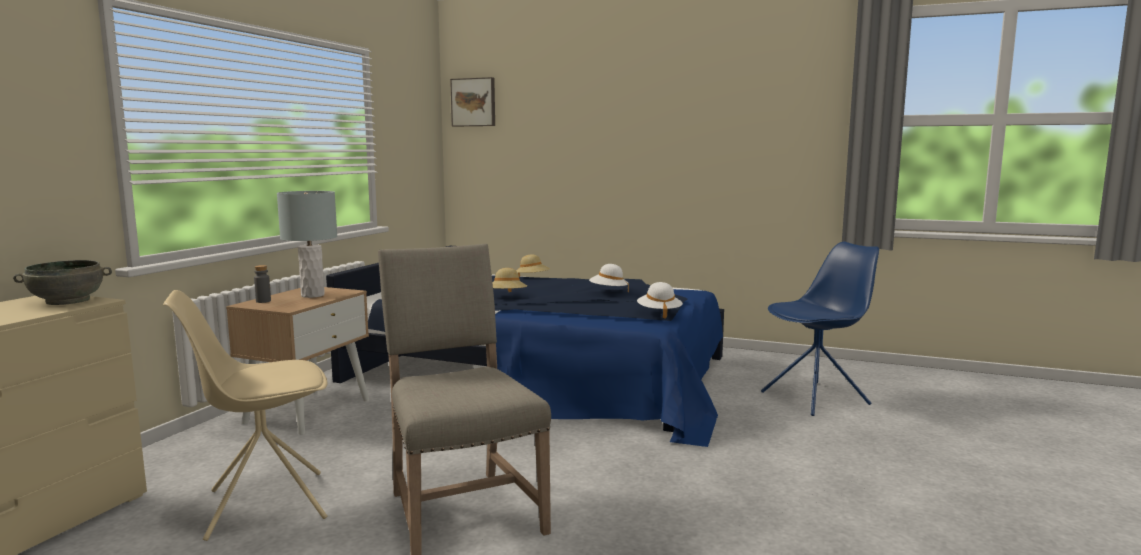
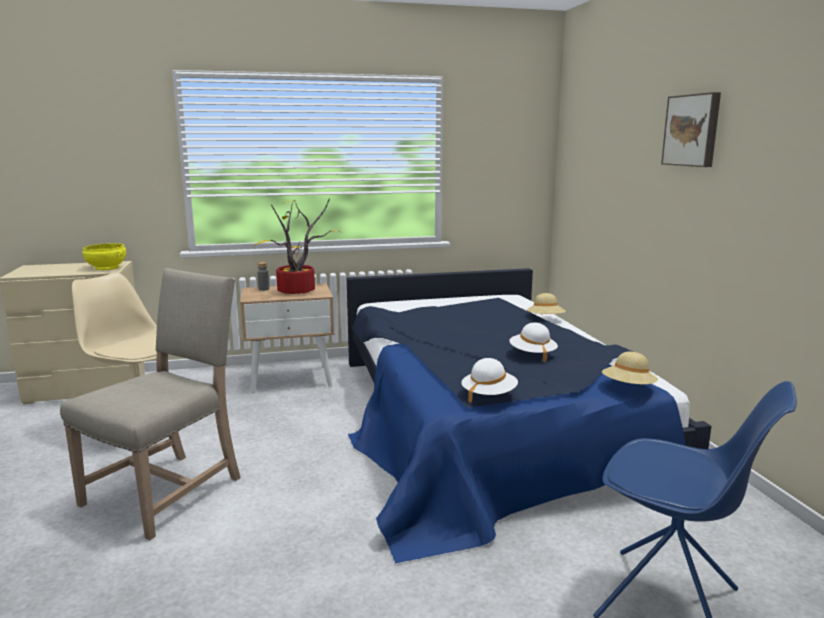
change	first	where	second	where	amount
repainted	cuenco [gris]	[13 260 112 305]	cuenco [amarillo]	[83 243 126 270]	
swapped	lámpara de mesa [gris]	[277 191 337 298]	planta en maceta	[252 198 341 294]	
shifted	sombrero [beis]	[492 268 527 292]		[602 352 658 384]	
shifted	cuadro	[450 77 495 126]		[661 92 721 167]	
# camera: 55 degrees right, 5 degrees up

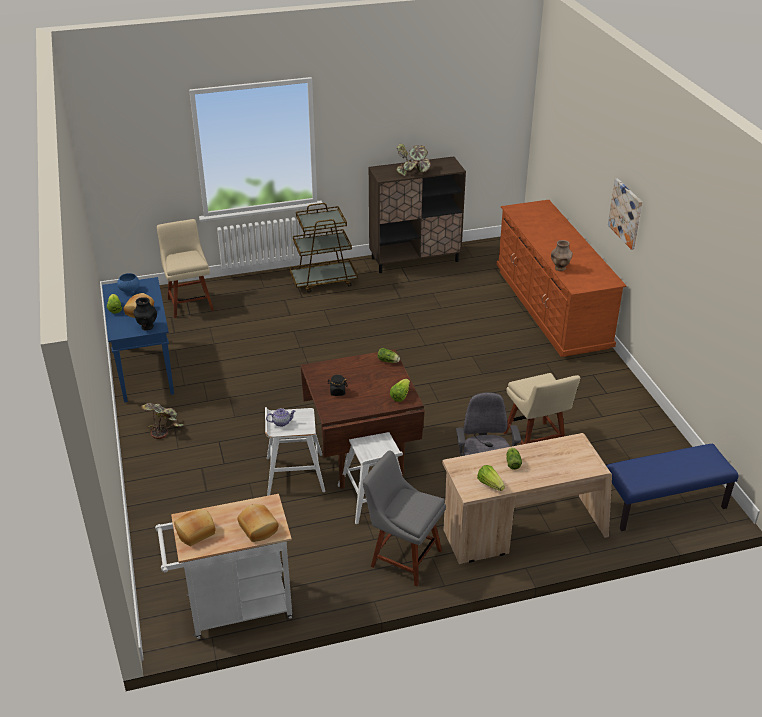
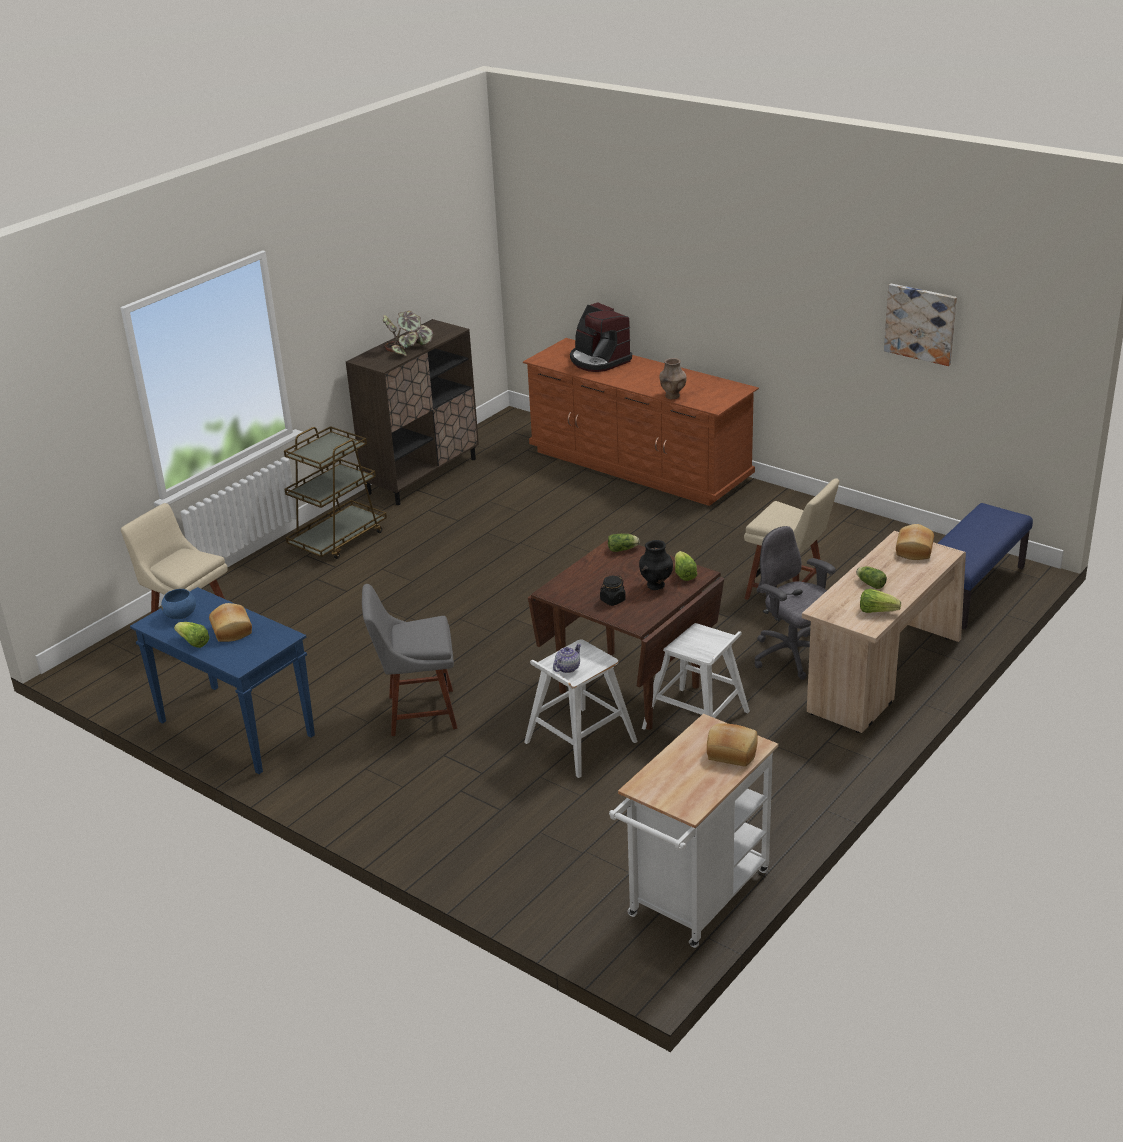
change	first	where	second	where	amount
shifted	silla [gris]	[363 450 446 586]		[362 584 457 736]	
new			cafetera	[570 302 632 372]	
shifted	florero [negro]	[133 297 157 331]		[639 540 673 590]	
shifted	cuadro	[608 178 642 250]		[884 284 957 366]	
shifted	pan	[174 509 216 546]		[896 524 934 560]	
gone	planta en maceta	[141 403 184 439]			
# camera: 35 degrees left, 5 degrees down

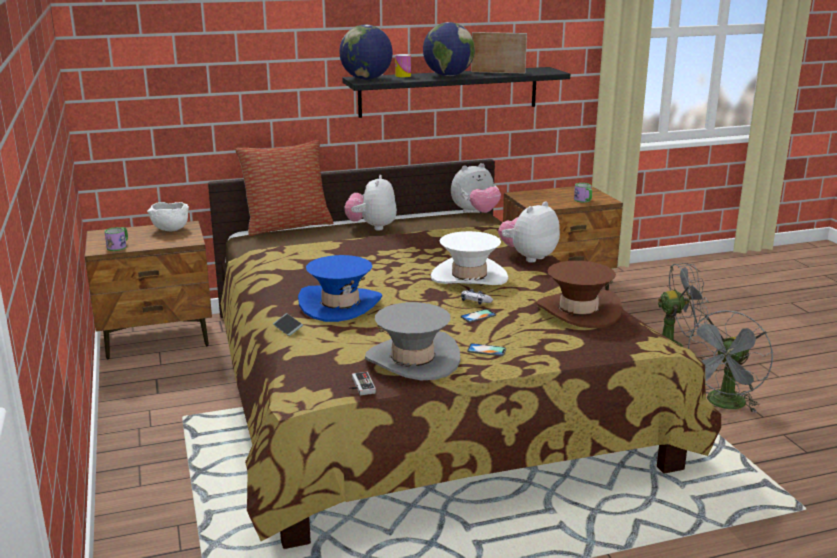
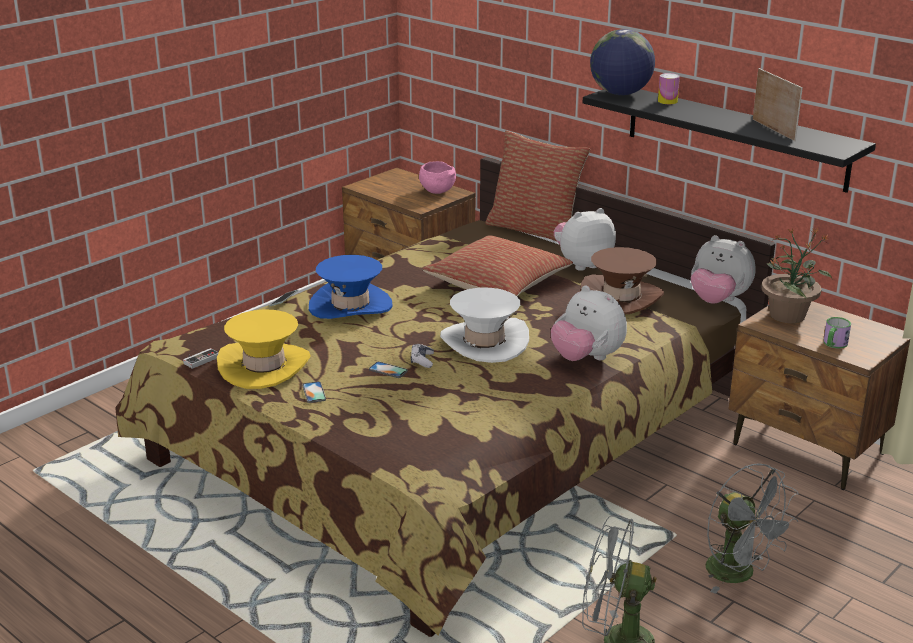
change	first	where	second	where	amount
repainted	sombrero [gris]	[365 302 461 380]	sombrero [amarillo]	[217 309 311 389]	
repainted	cuenco [blanco]	[147 202 189 232]	cuenco [rosa]	[419 161 456 194]	
new			cojín	[423 235 573 297]	
rotated	peluche	[498 201 560 263]		[551 285 627 361]	150 degrees counterclockwise
shifted	sombrero [marrón]	[536 261 622 328]		[580 247 664 314]	
new			planta en maceta	[761 228 832 323]	
gone	taza grande	[104 227 128 251]			
gone	globo terráqueo	[423 22 475 76]			
# camera: 60 degrees right, 5 degrees up

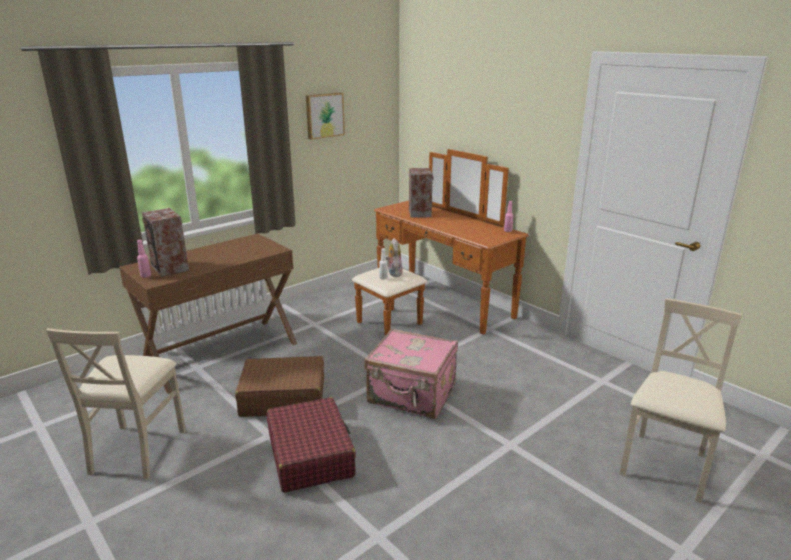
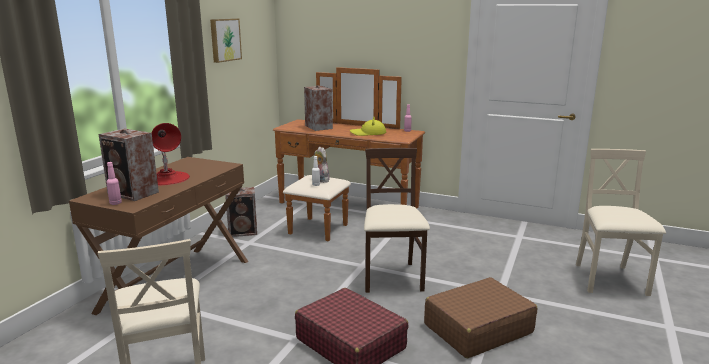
change	first	where	second	where	amount
new			lámpara de mesa [rojo]	[151 123 190 185]	
new			altavoz	[225 187 257 237]	
new			sombrero [amarillo]	[350 117 386 136]	
swapped	maleta [rosa]	[364 328 458 419]	silla [beis]	[364 148 430 293]	
shifted	maleta [marrón]	[235 356 324 417]		[424 277 537 358]	
# camera: 25 degrees left, 5 degrees down

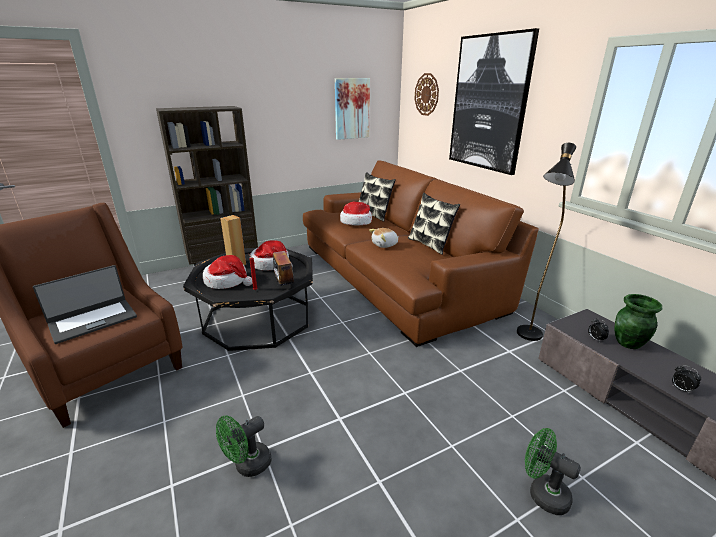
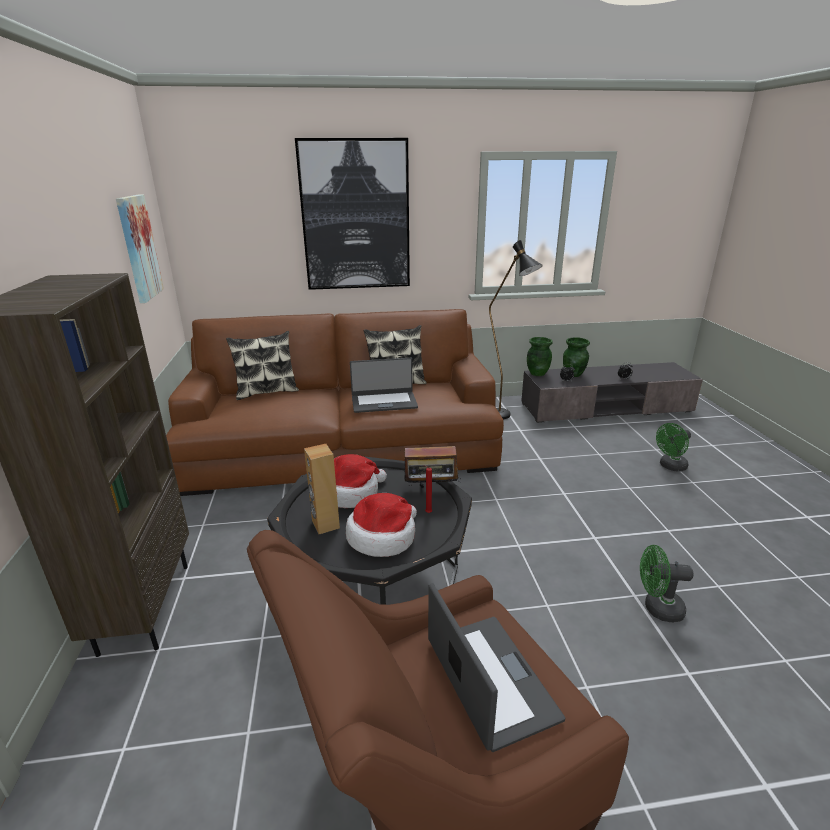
change	first	where	second	where	amount
swapped	peluche	[369 228 398 248]	portátil	[350 358 418 413]	
new			florero [verde]	[527 337 553 376]	
rotated	ventilador [verde]	[216 415 272 477]		[640 545 694 622]	120 degrees clockwise
gone	sombrero	[340 202 372 225]			
gone	reloj de pared	[414 73 439 116]			
# camera: 70 degrees left, 0 degrees up

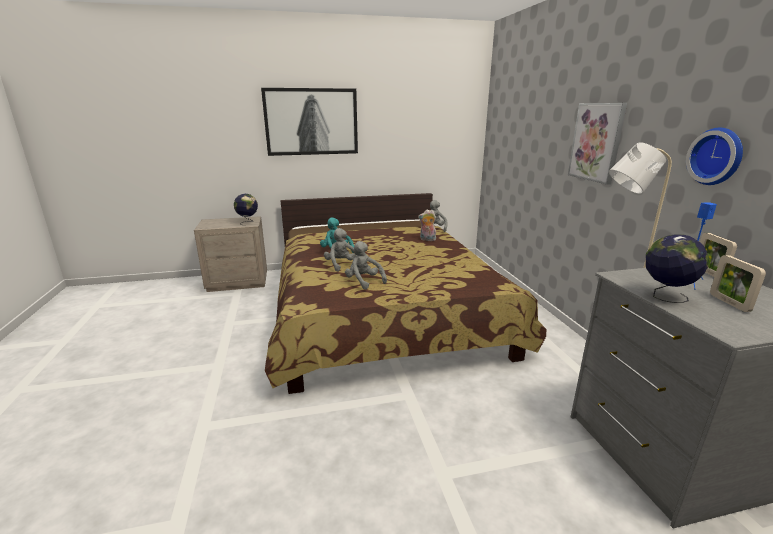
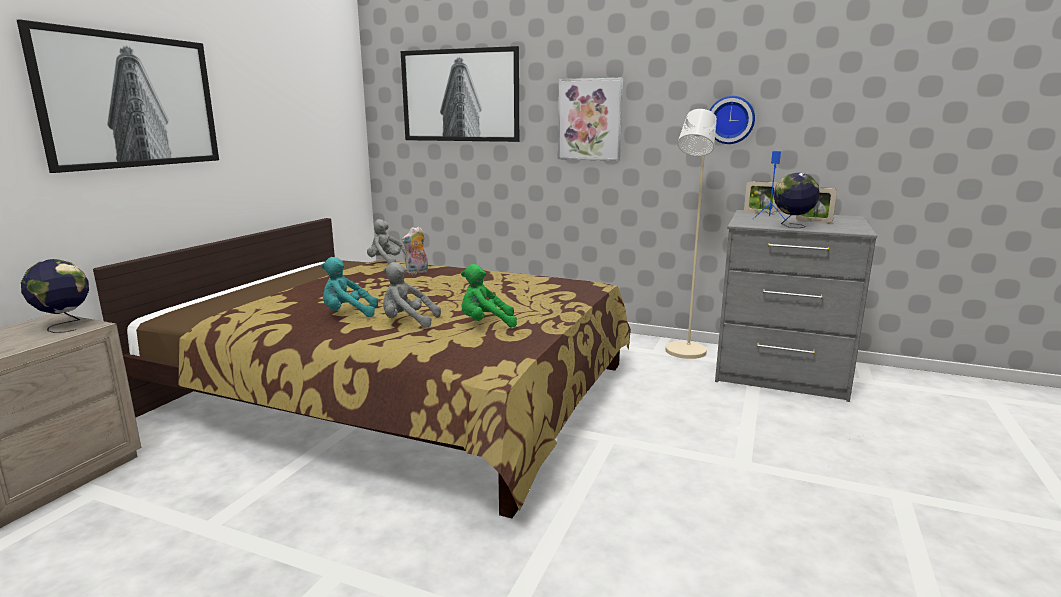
change	first	where	second	where	amount
new			cuadro	[401 46 519 142]	
repainted	peluche [gris]	[345 241 387 289]	peluche [verde]	[461 264 517 328]	
# camera: 55 degrees left, 5 degrees down

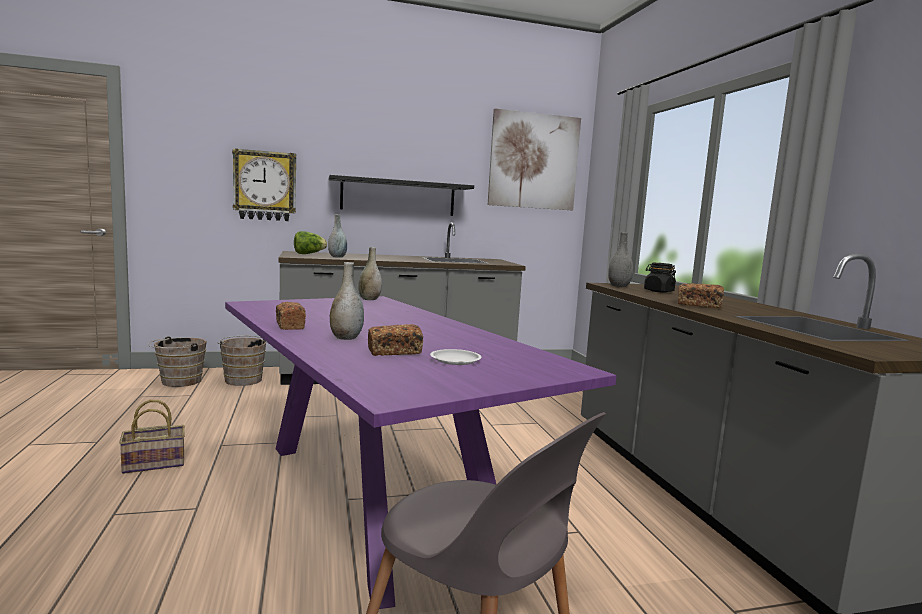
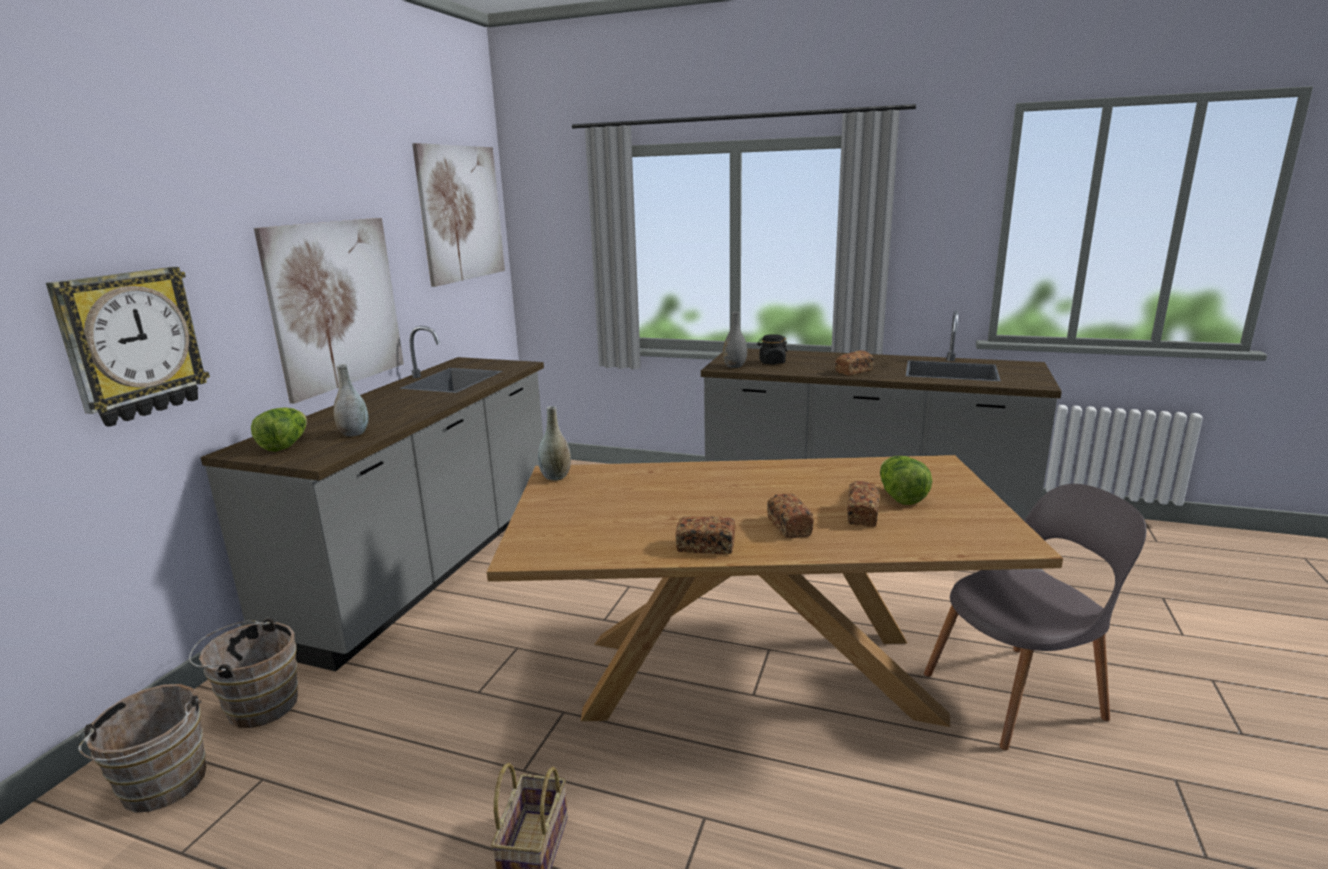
change	first	where	second	where	amount
swapped	estante [negro]	[329 175 474 216]	cuadro	[254 218 404 404]	
repainted	mesa de comedor [morado]	[225 296 617 609]	mesa de comedor [marrón]	[487 455 1063 727]	
swapped	florero [gris]	[330 262 364 340]	pan	[767 494 814 538]	
swapped	plato [blanco]	[430 349 482 365]	lechuga	[880 456 932 505]	
# camera: 55 degrees left, 10 degrees up

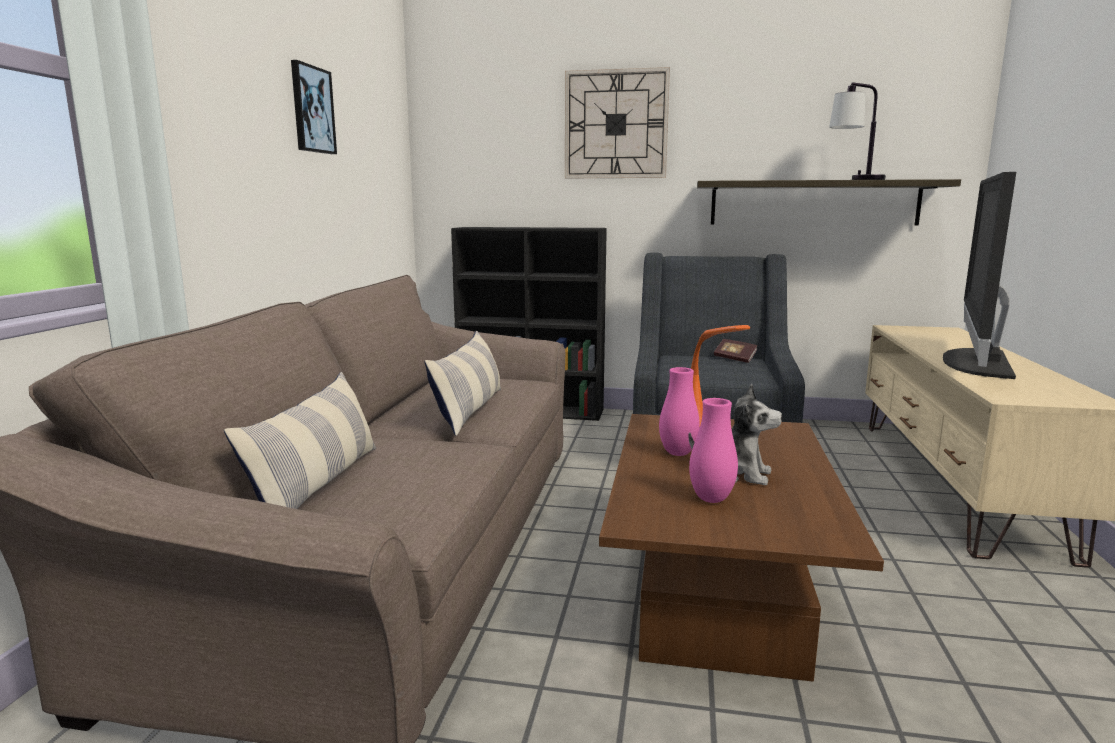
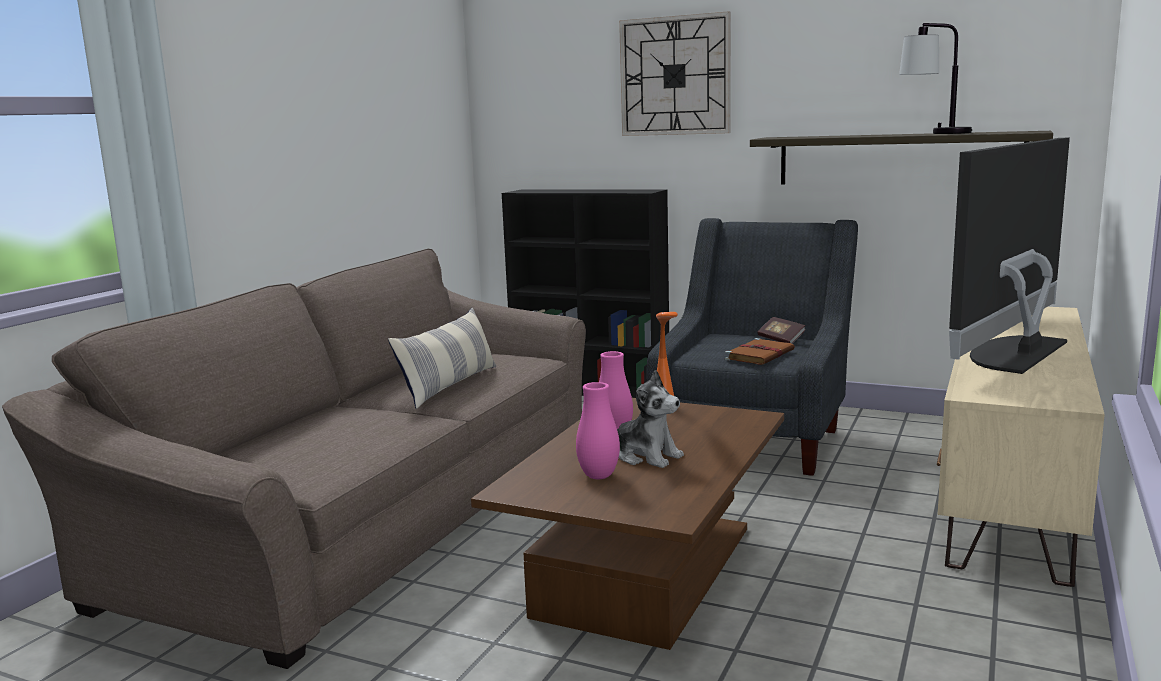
change	first	where	second	where	amount
new			libro [marrón]	[725 338 795 365]	
gone	cojín	[224 372 376 509]			
gone	cuadro	[291 60 337 154]			
# camera: 15 degrees right, 0 degrees up

